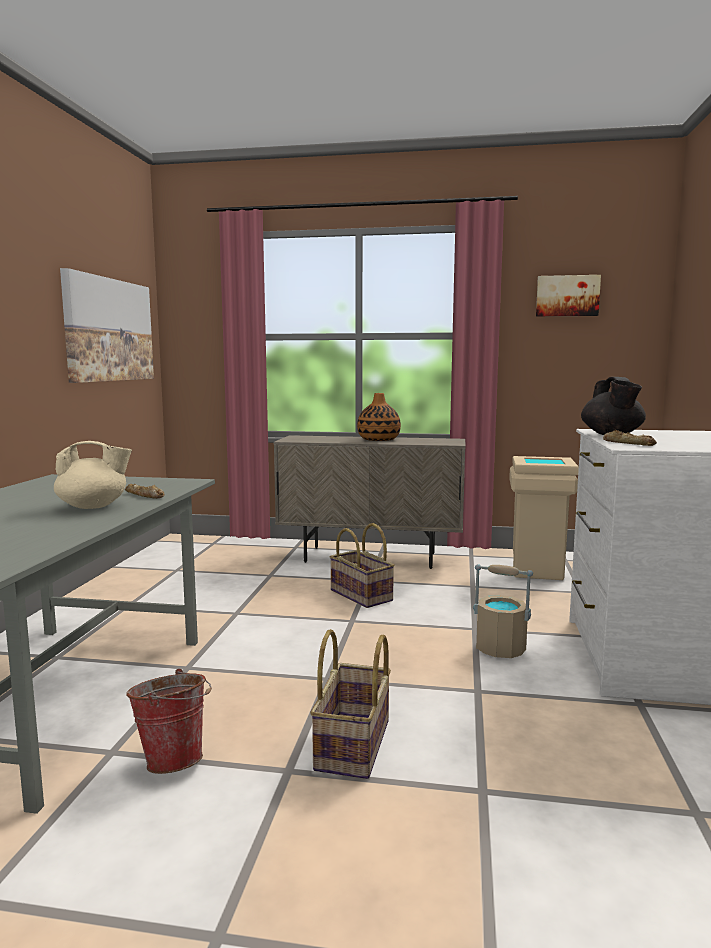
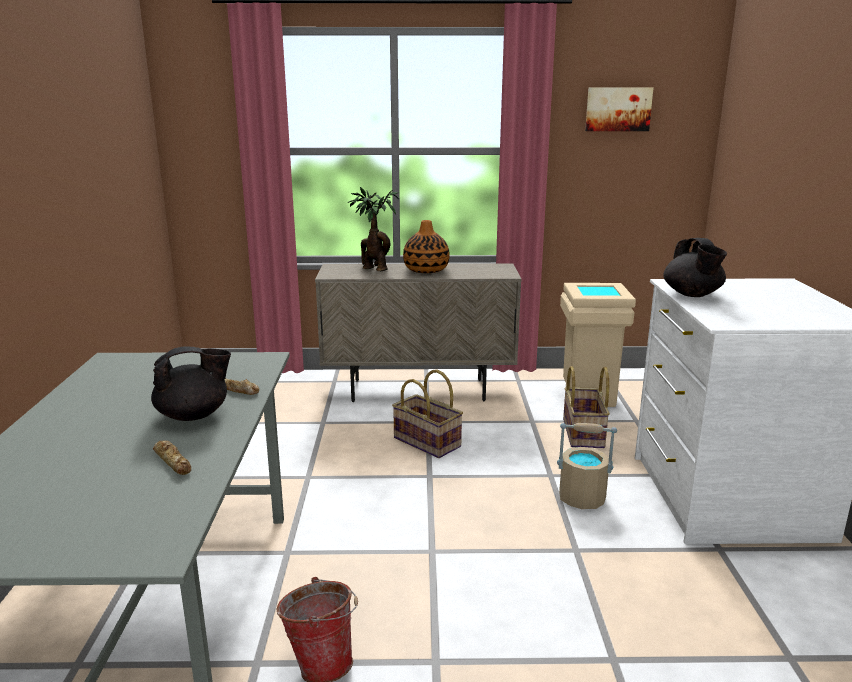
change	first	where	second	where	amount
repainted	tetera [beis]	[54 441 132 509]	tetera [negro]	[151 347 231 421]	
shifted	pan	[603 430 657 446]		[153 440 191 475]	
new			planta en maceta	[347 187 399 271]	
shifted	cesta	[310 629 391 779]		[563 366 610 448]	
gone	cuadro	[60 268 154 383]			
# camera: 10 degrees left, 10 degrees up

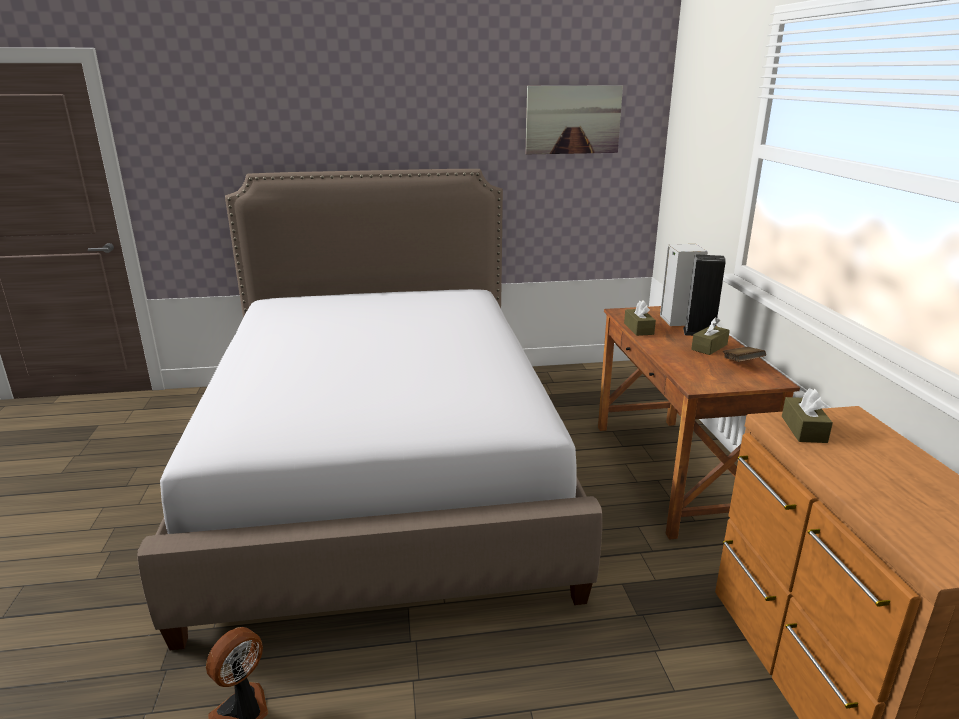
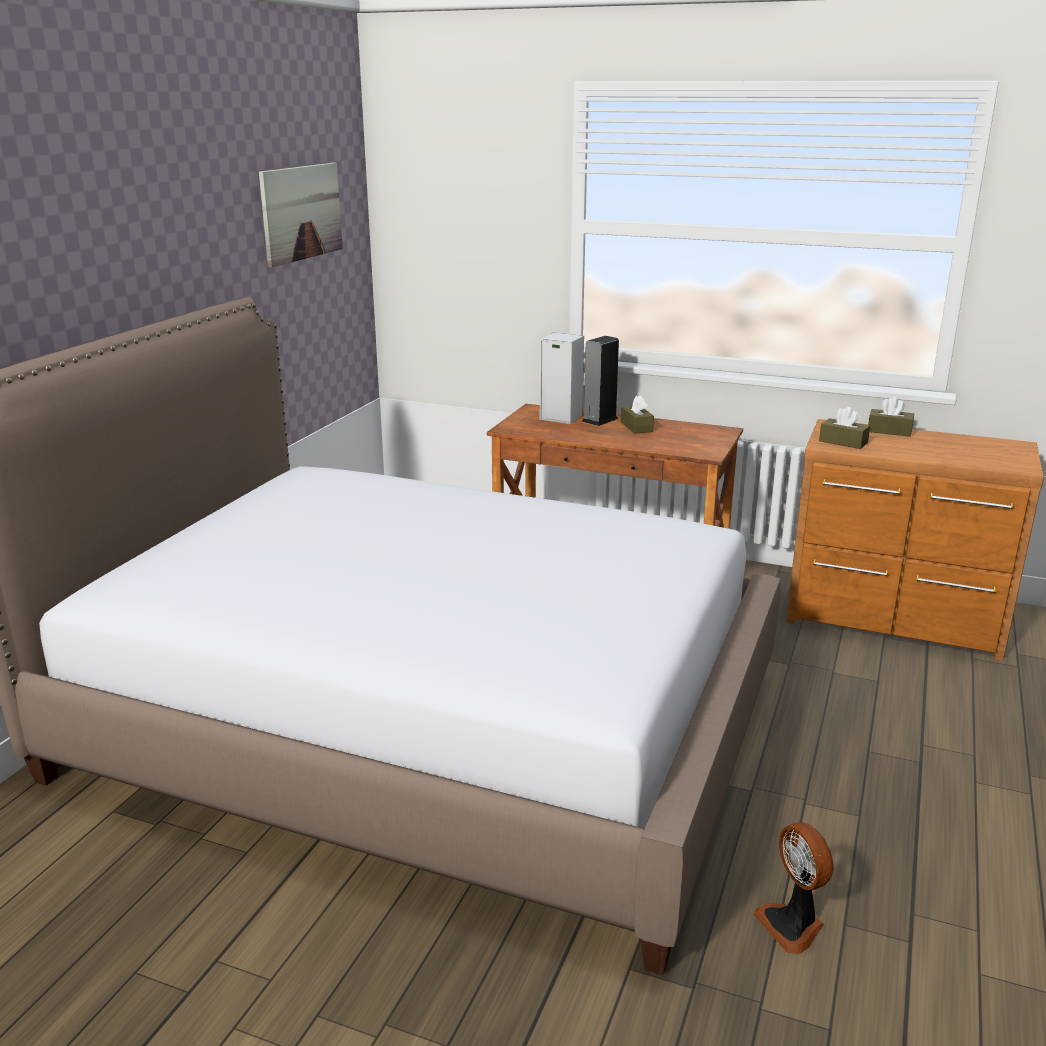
change	first	where	second	where	amount
shifted	caja de pañuelos [marrón]	[624 301 656 336]		[868 397 914 437]	
gone	libro [marrón]	[723 347 766 362]			
# camera: 60 degrees left, 0 degrees up

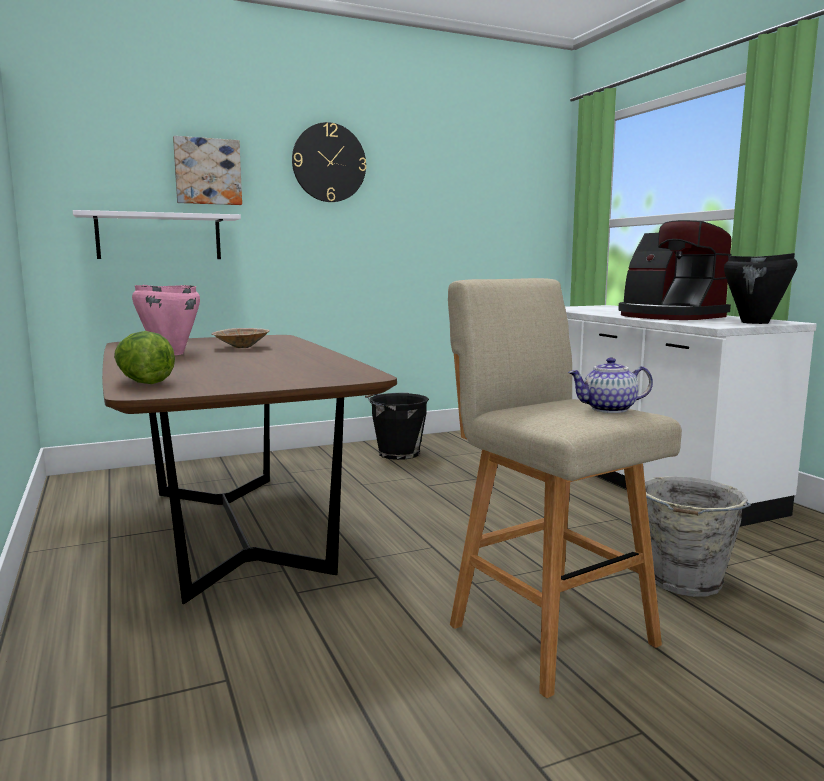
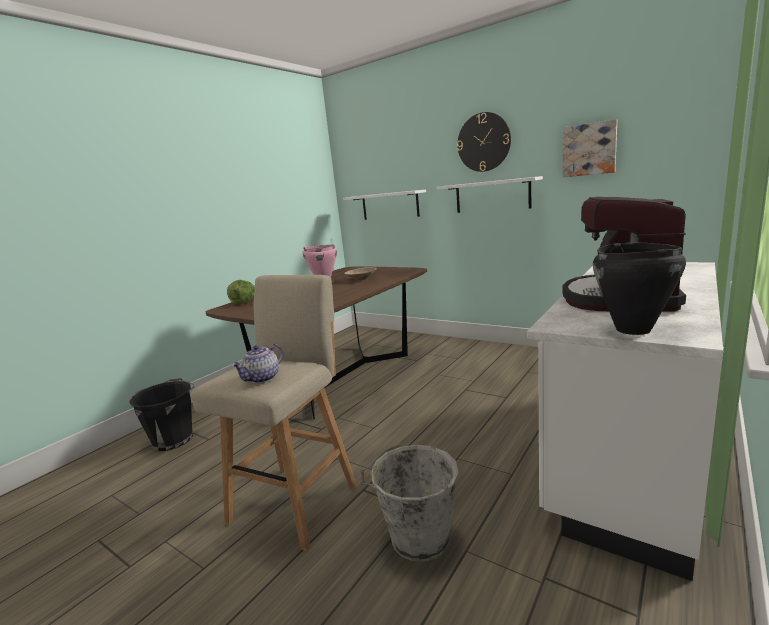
change	first	where	second	where	amount
shifted	cubo [negro]	[365 393 429 460]		[129 378 194 451]	
rotated	tetera	[568 358 653 413]		[231 344 283 384]	105 degrees counterclockwise
new			estante [blanco]	[436 176 543 213]	
shifted	cuadro	[173 136 242 205]		[563 119 617 177]	
# camera: 60 degrees right, 5 degrees up

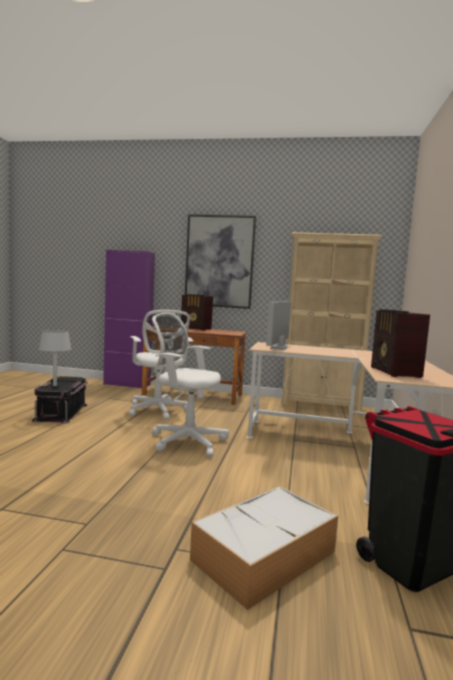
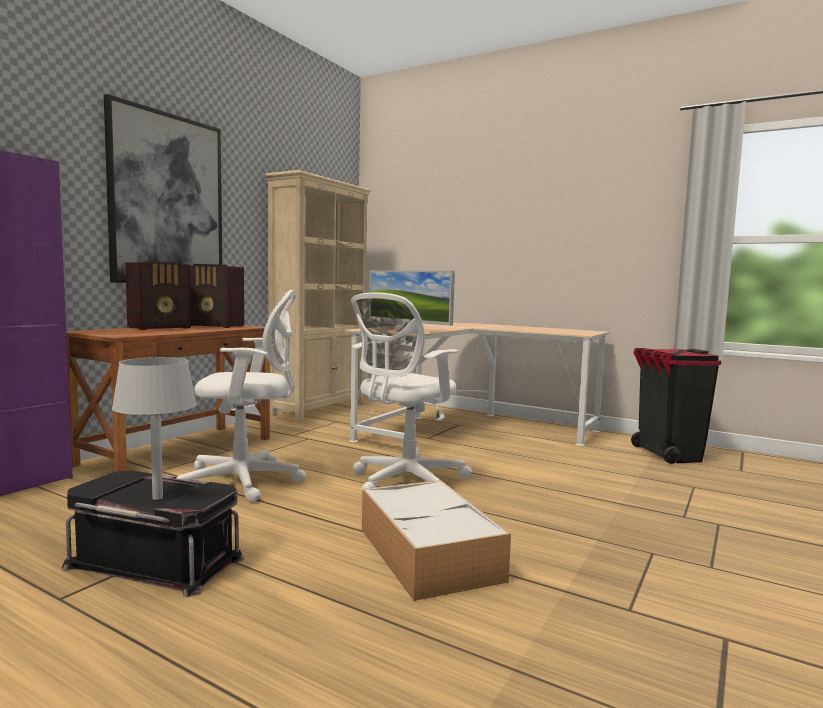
change	first	where	second	where	amount
shifted	radio	[371 309 430 378]		[190 264 244 328]	
shifted	caja de almacenaje	[190 486 338 610]		[362 480 511 601]	
# camera: 70 degrees left, 0 degrees up

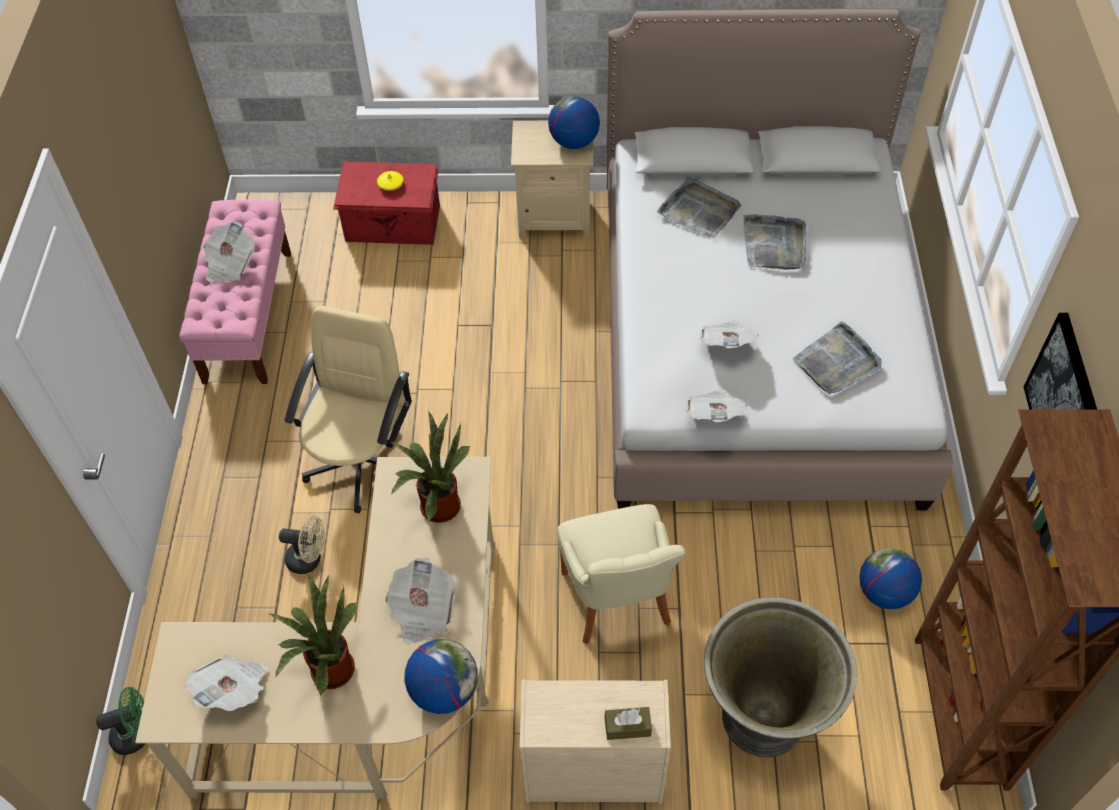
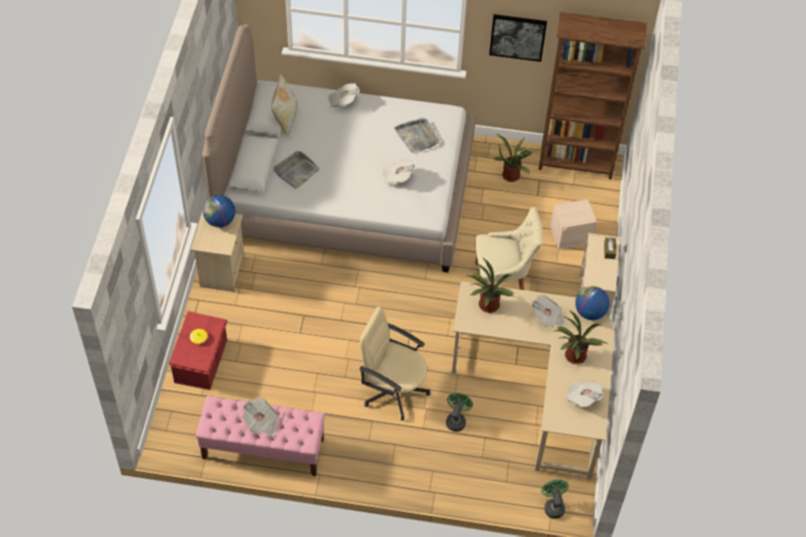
change	first	where	second	where	amount
new			cojín	[271 73 298 138]	
shifted	periódico	[686 389 748 422]		[328 83 359 108]	
repainted	ventilador [beis]	[279 516 325 574]	ventilador [verde]	[446 393 473 432]	
swapped	globo terráqueo	[859 548 922 609]	planta en maceta	[493 133 538 182]	
swapped	maceta [gris]	[704 597 857 757]	caja de almacenaje [beis]	[550 199 597 249]	
gone	bandeja [gris]	[744 214 806 270]			
# camera: 85 degrees left, 0 degrees up

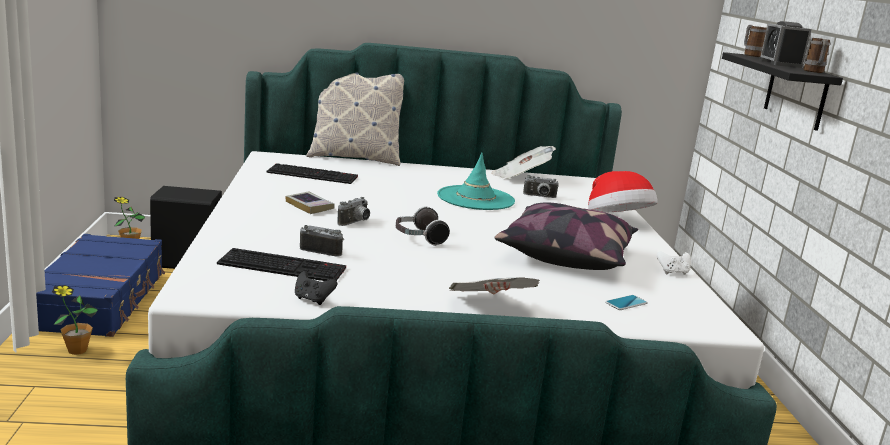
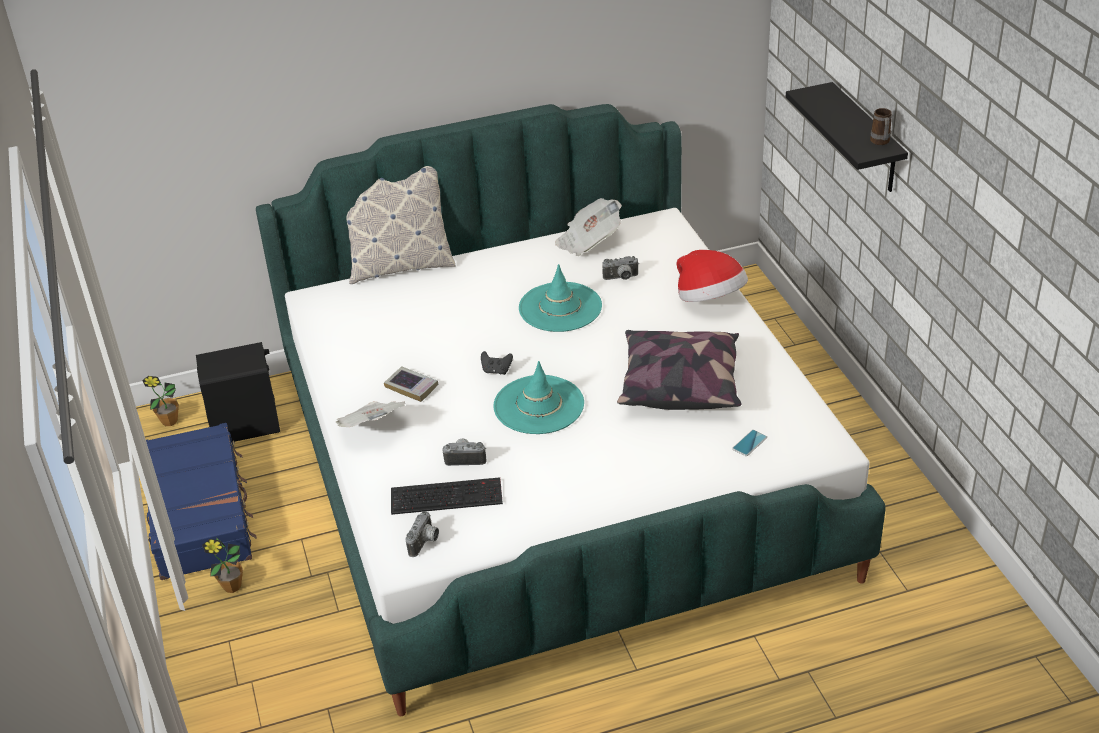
change	first	where	second	where	amount
shifted	periódico	[449 277 540 294]		[336 401 405 427]	
shifted	cámara	[337 197 370 226]		[405 511 439 557]	
shifted	mando de consola [negro]	[295 271 337 305]		[481 351 513 375]	
swapped	auriculares	[396 206 450 246]	sombrero [turquesa]	[493 361 584 434]	
gone	teclado	[266 163 358 184]			
gone	mando de consola [blanco]	[657 252 691 275]			
gone	taza grande	[744 25 767 57]			
gone	despertador	[759 21 812 68]			
# camera: 10 degrees left, 20 degrees up

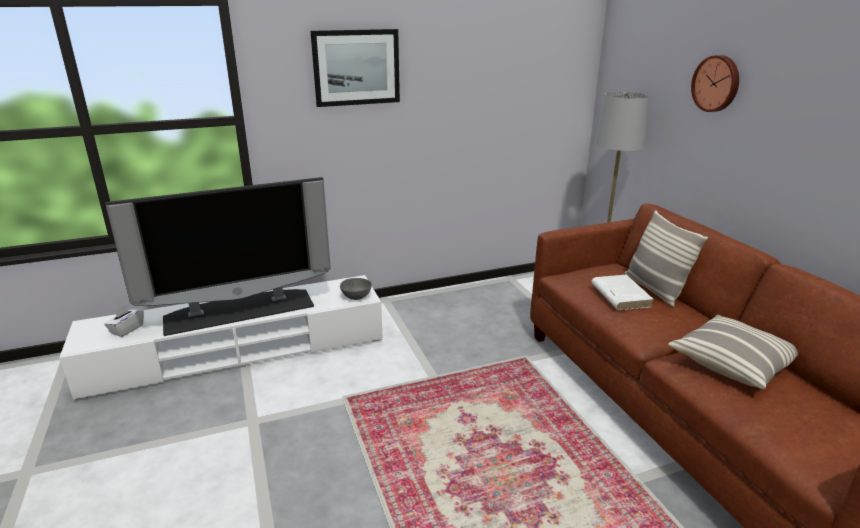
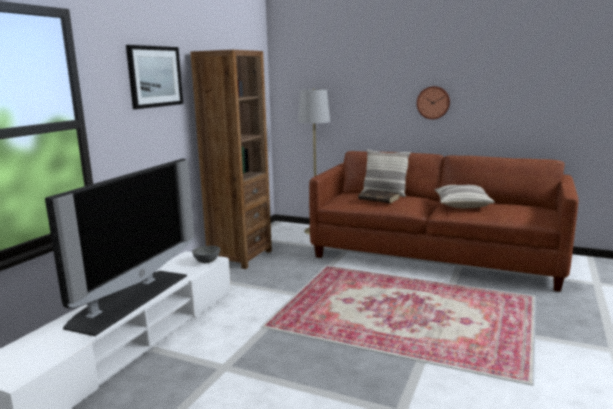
change	first	where	second	where	amount
new			estantería [marrón]	[190 50 272 269]	
repainted	libro [blanco]	[591 275 654 310]	libro [marrón]	[358 189 400 203]	
shifted	reloj de pared	[691 55 739 112]		[417 86 450 119]	
gone	caja de pañuelos [blanco]	[104 304 144 337]			
# camera: 45 degrees left, 10 degrees down

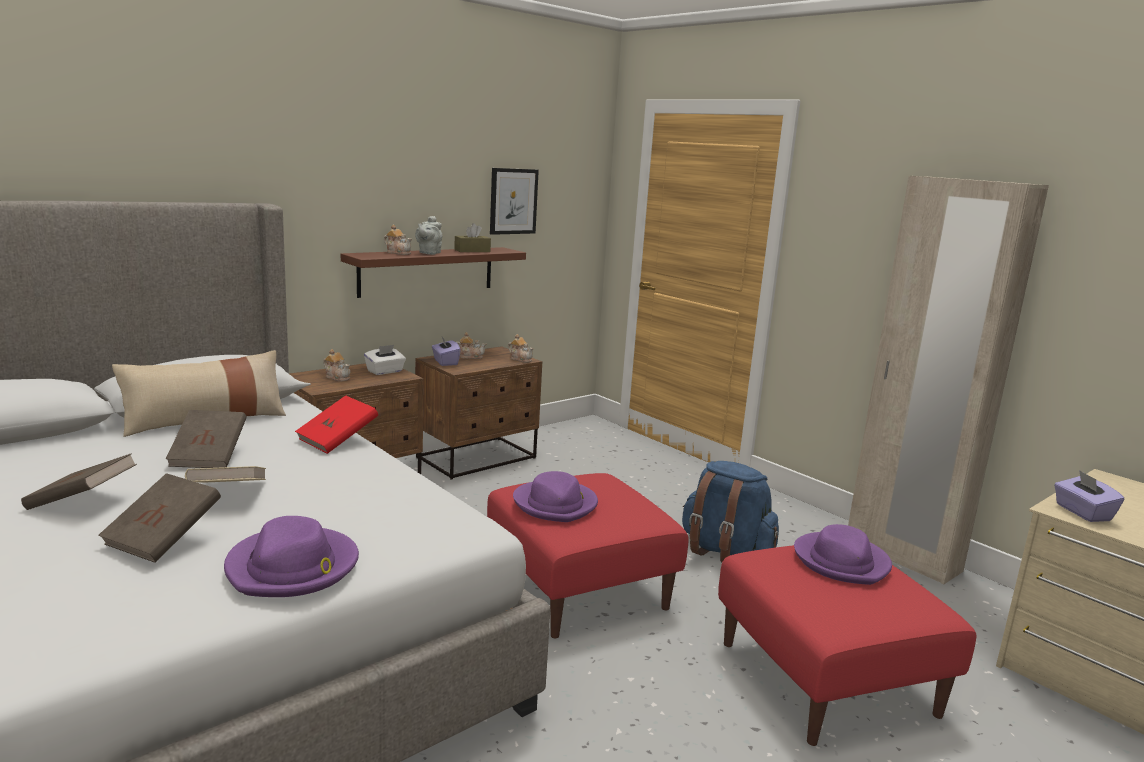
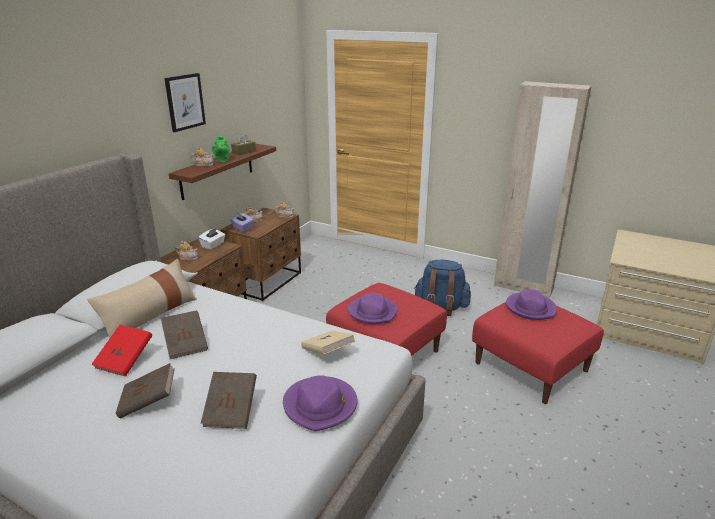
change	first	where	second	where	amount
shifted	libro [rojo]	[295 395 378 454]		[91 325 152 377]	
shifted	cuadro	[490 168 539 235]		[164 73 206 132]	
repainted	tetera [gris]	[415 216 442 255]	tetera [verde]	[212 135 230 162]	
shifted	libro [beis]	[185 466 266 483]		[301 330 356 354]	
gone	caja de pañuelos [morado]	[1054 470 1124 522]			
# camera: 20 degrees left, 10 degrees up

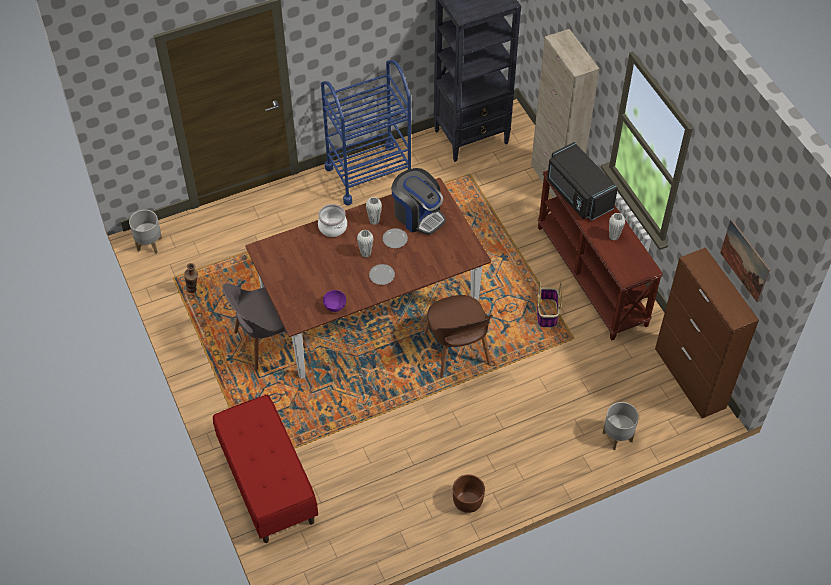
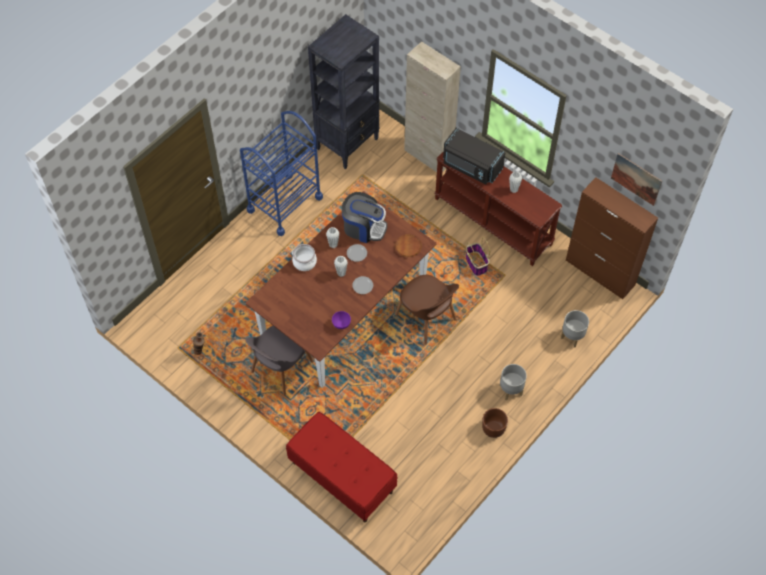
change	first	where	second	where	amount
new			plato [marrón]	[395 234 422 257]	
shifted	maceta [gris]	[129 210 162 253]		[500 364 527 400]	
# camera: 25 degrees left, 5 degrees up

